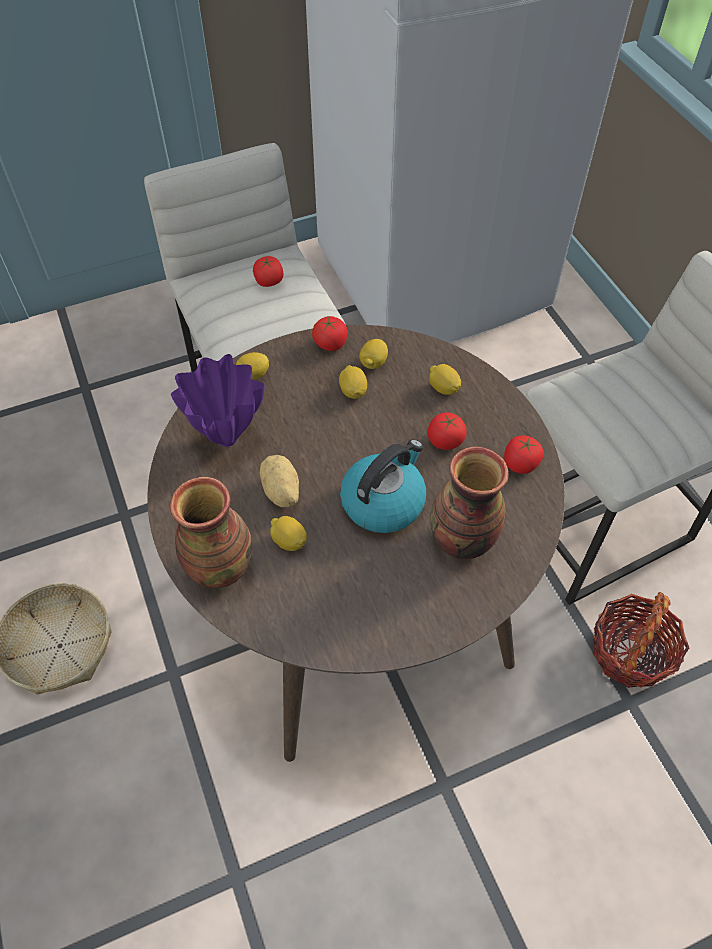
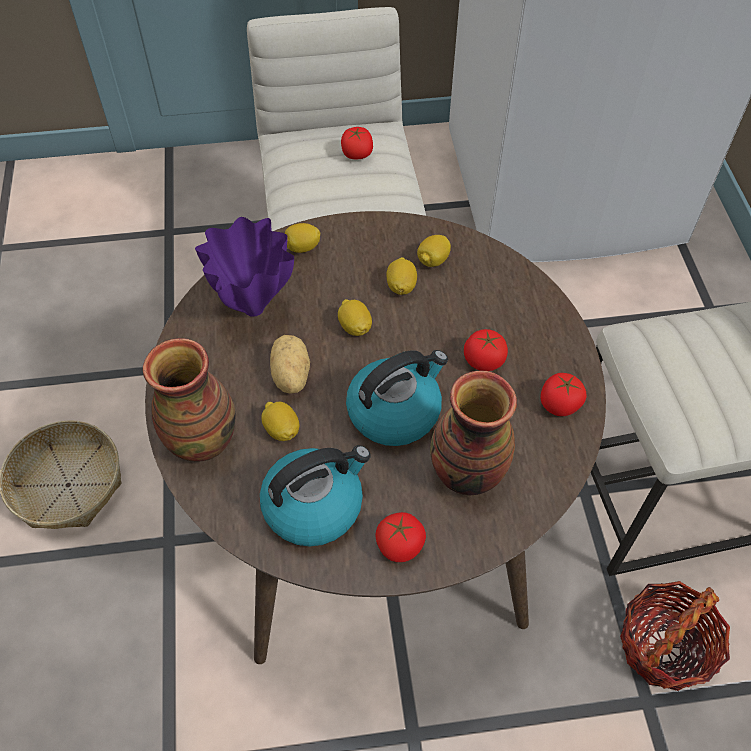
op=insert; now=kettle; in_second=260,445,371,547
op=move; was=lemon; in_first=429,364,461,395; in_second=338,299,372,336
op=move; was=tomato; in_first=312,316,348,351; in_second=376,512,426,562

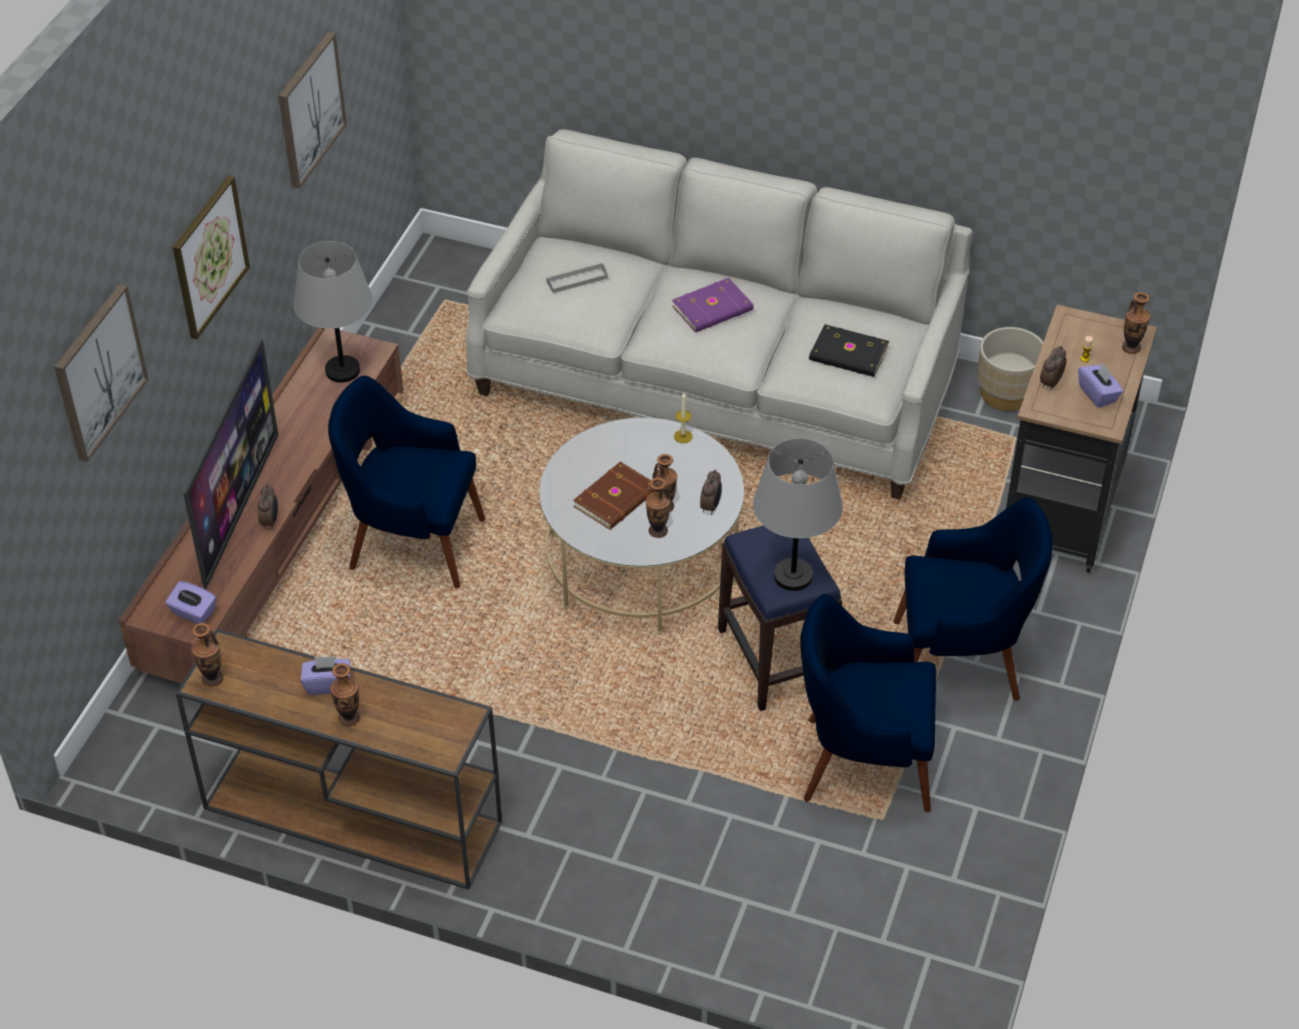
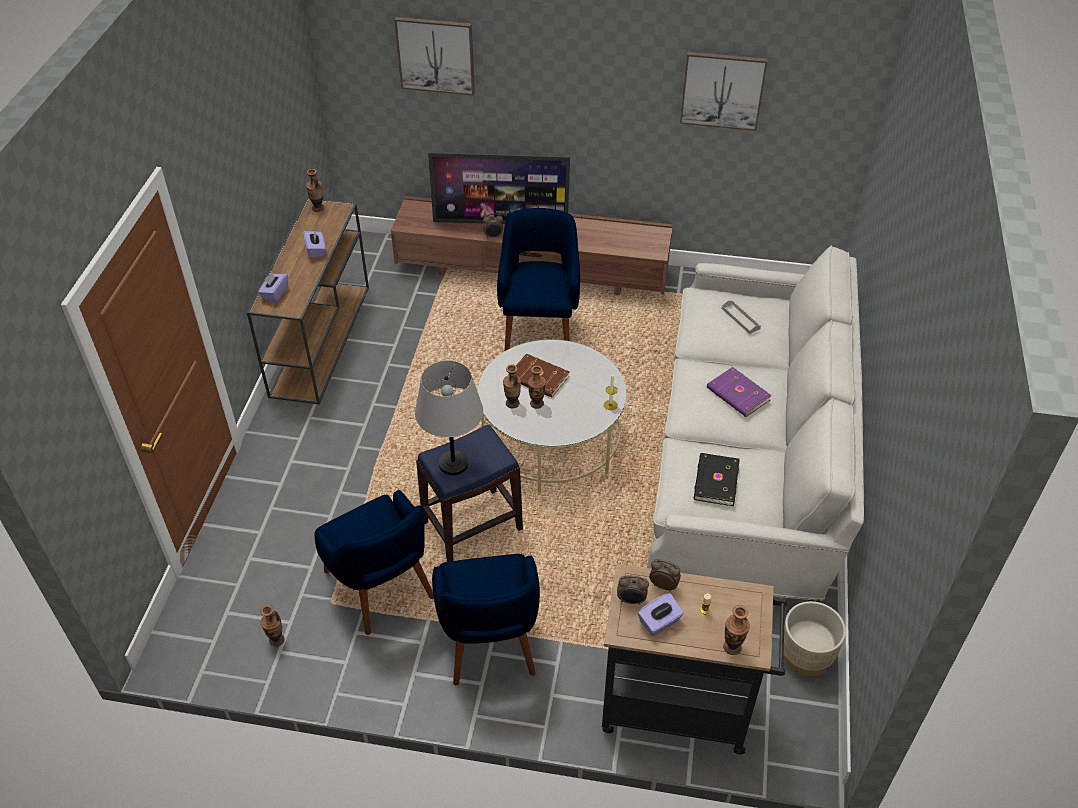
op=move; was=purple tissue box; in_first=165,581,216,624; in_second=258,271,288,303
op=move; was=vase; in_first=330,663,360,727; in_second=261,605,285,647
op=rotate; was=blue armchair; in_first=800,594,936,812; in_second=315,490,434,635; clockwise=150
op=move; was=alarm clock; in_first=700,469,722,515; in_second=617,575,649,605
op=delete; was=picture; in_first=173,175,250,339
op=delete; was=grey table lamp; in_first=294,241,373,383

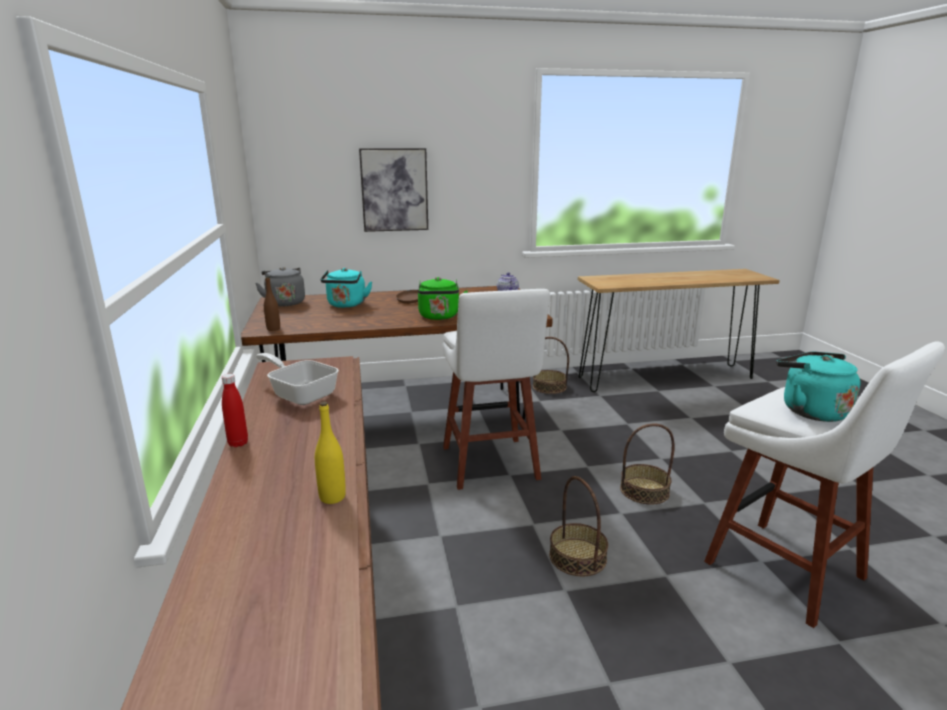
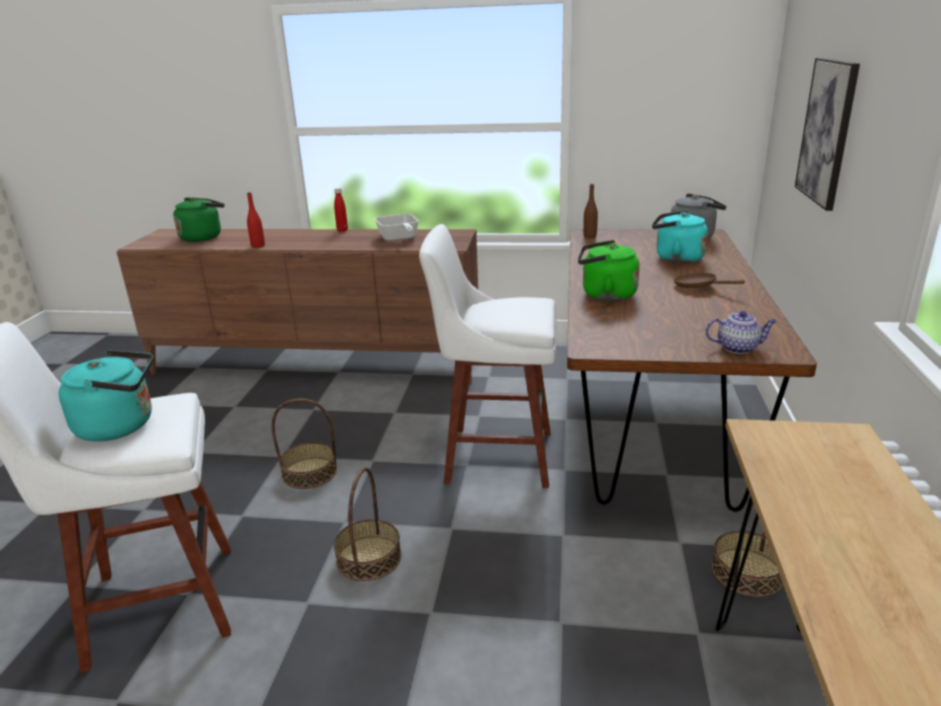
op=insert; now=green kettle; in_second=173,197,224,242
op=recolor; was=yellow bottle; now=red bottle; in_first=315,402,346,504; in_second=247,192,265,248
op=rotate; was=frying pan; in_first=256,353,339,405; in_second=375,214,419,241; clockwise=105

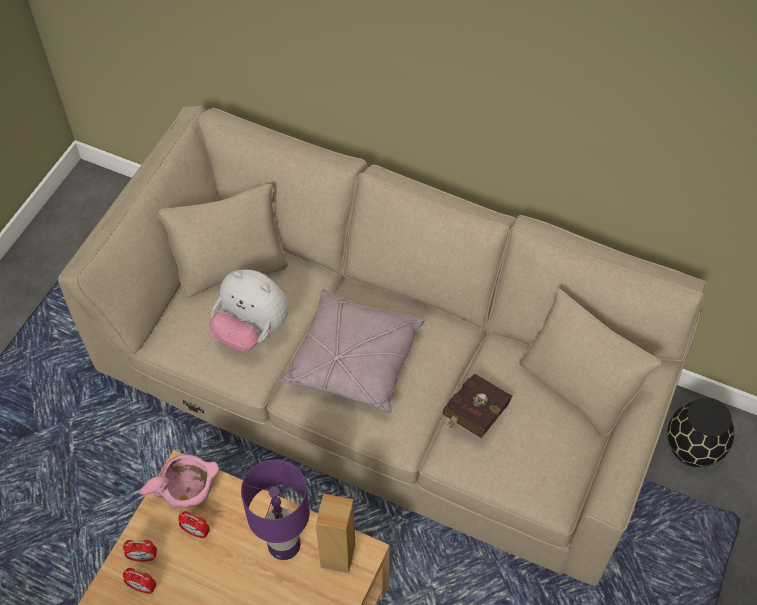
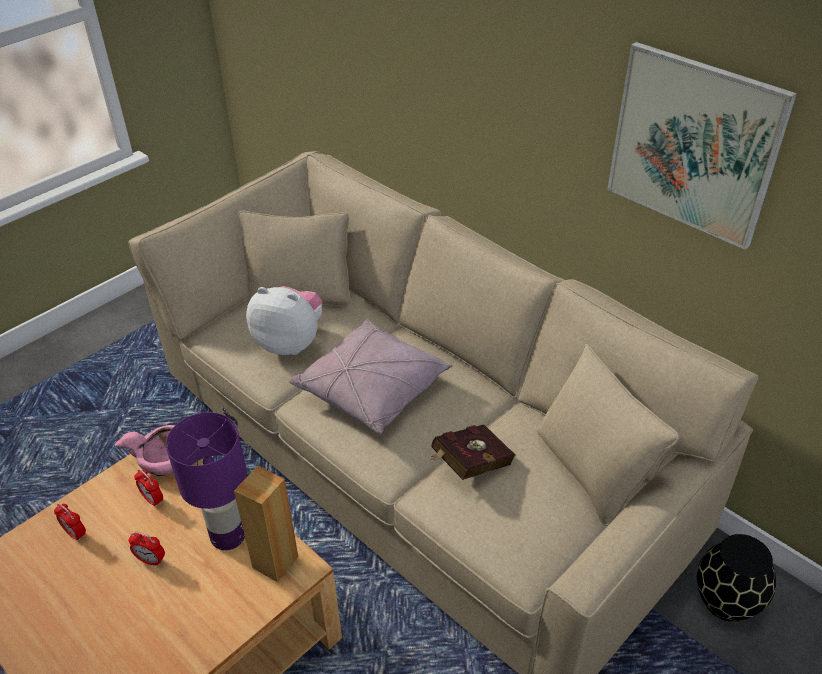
op=move; was=alarm clock; in_first=123,540,157,562; in_second=129,532,165,566
op=rotate; was=plush toy; in_first=209,270,289,352; in_second=246,286,322,355; clockwise=150
op=insert; now=picture; in_second=607,42,797,250

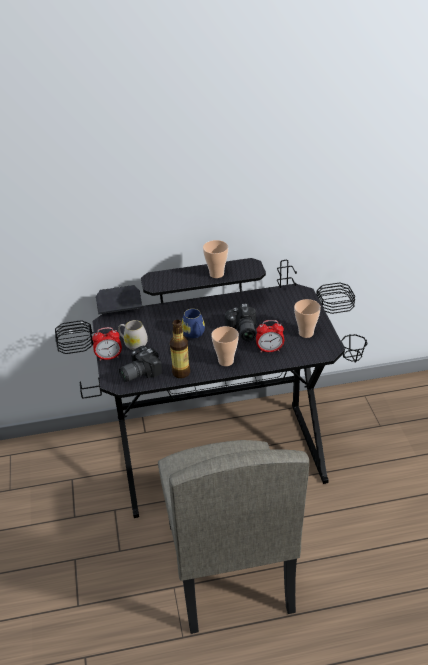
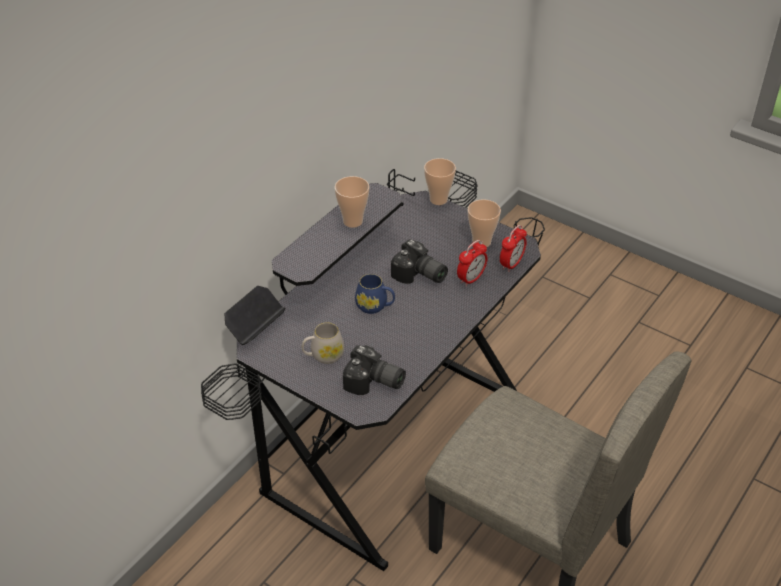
op=rotate; was=photo camera; in_first=119,345,163,382; in_second=343,345,406,395; clockwise=-75
op=move; was=cup; in_first=211,326,239,366; in_second=424,158,456,205
op=move; was=alarm clock; in_first=92,327,122,361; in_second=500,225,527,272
op=delete; was=bottle; in_first=170,320,190,378

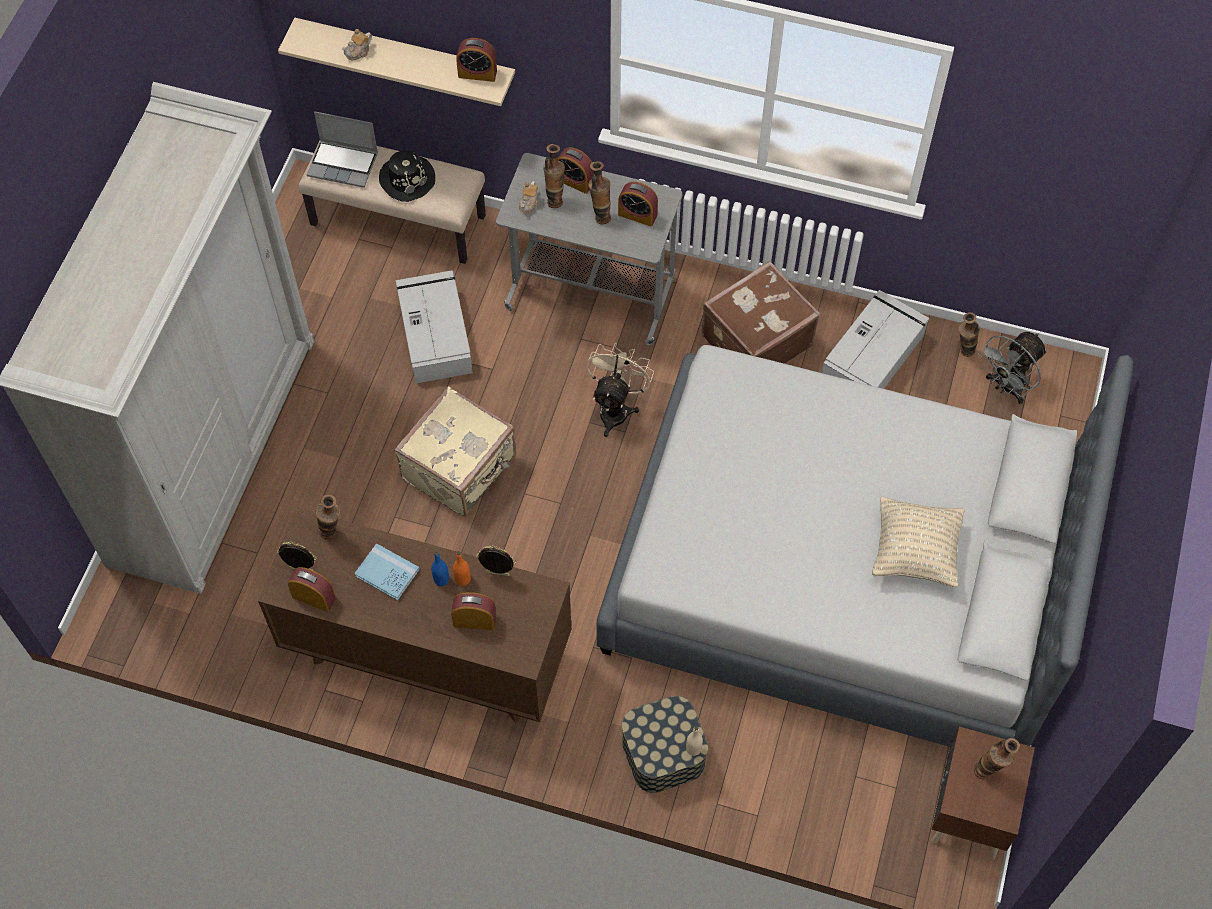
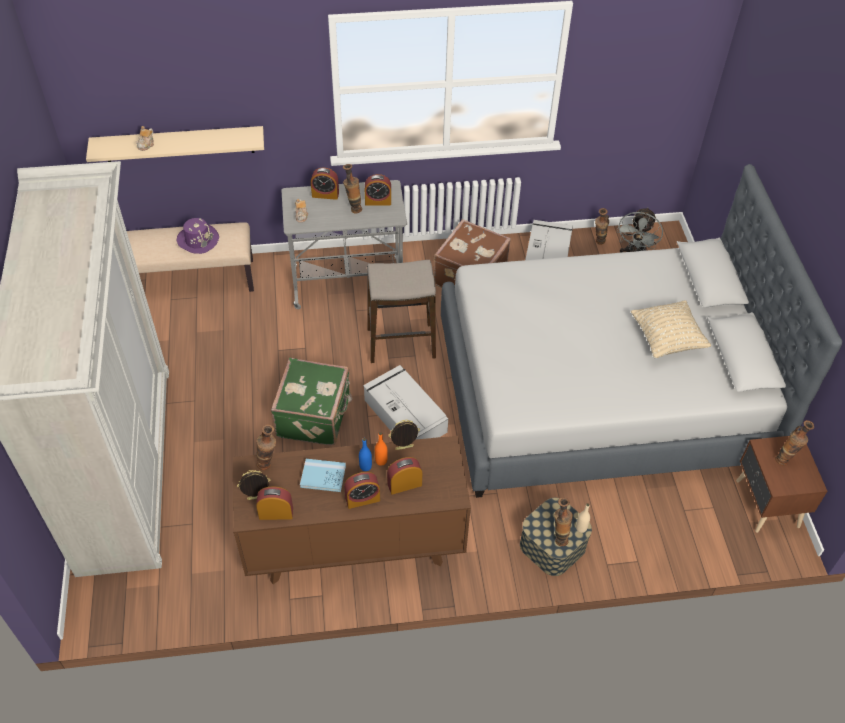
op=recolor; was=black hat; now=purple hat; in_first=379,150,435,202; in_second=177,218,219,254
op=recolor; was=beige suitcase; now=green suitcase; in_first=394,386,516,517; in_second=271,358,353,446
op=move; was=alarm clock; in_first=456,38,497,82; in_second=344,472,380,509
op=move; was=grey storage box; in_first=396,270,473,383; in_second=363,365,448,440
op=replace; was=beige fan; now=stool; in_first=586,343,654,437; in_second=367,260,436,363
op=move; was=vase; in_first=543,144,565,208; in_second=554,498,573,546
op=delete; was=laptop; in_first=306,111,378,188

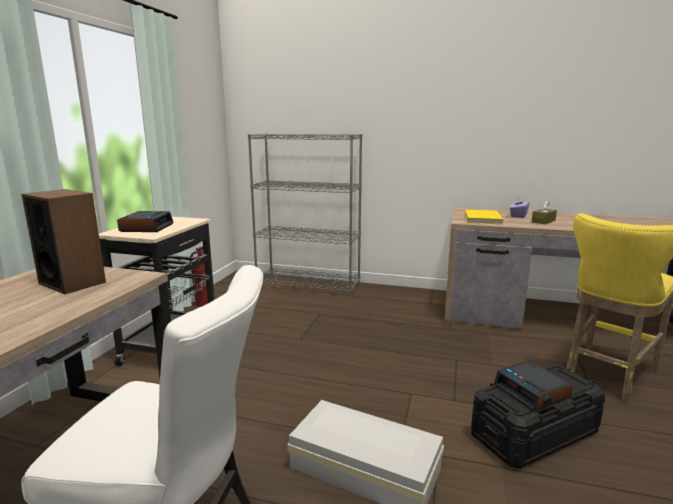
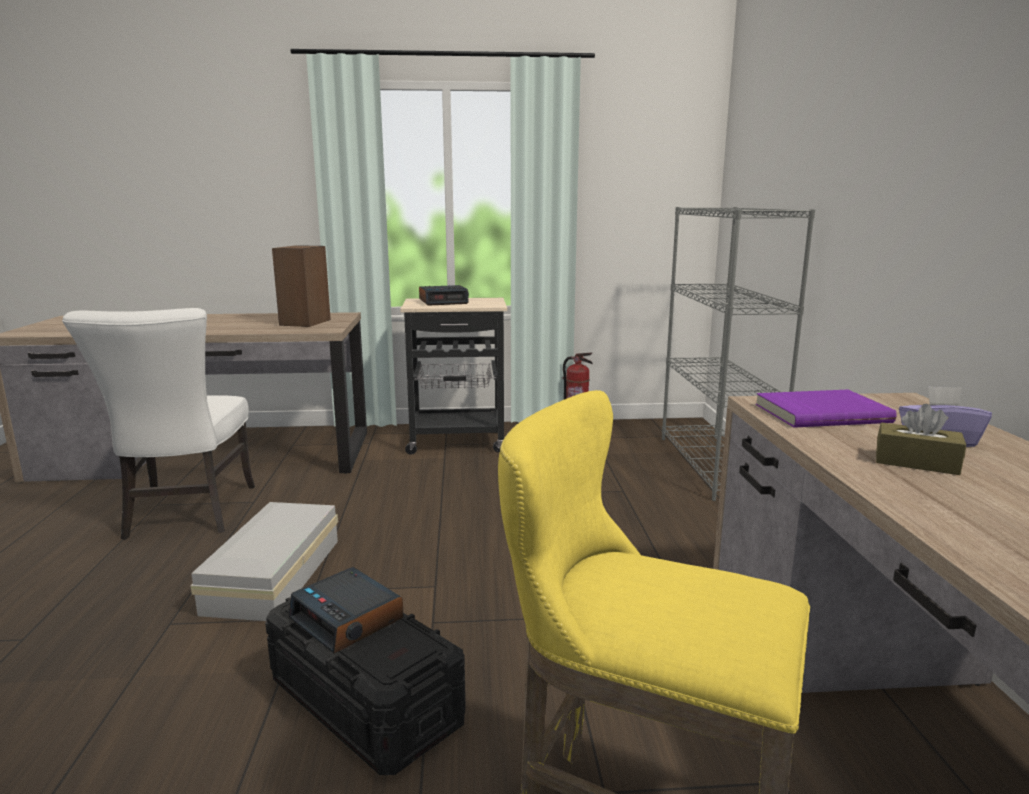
op=rotate; was=alarm clock; in_first=494,361,573,412; in_second=288,567,404,654; clockwise=-90
op=recolor; was=yellow book; now=purple book; in_first=465,210,504,224; in_second=756,390,897,428

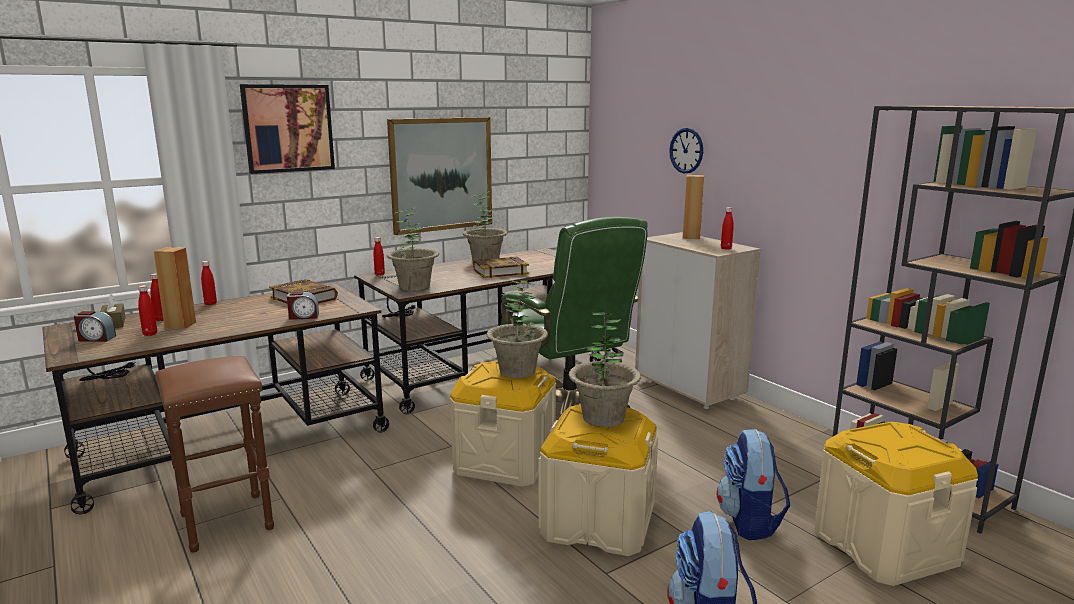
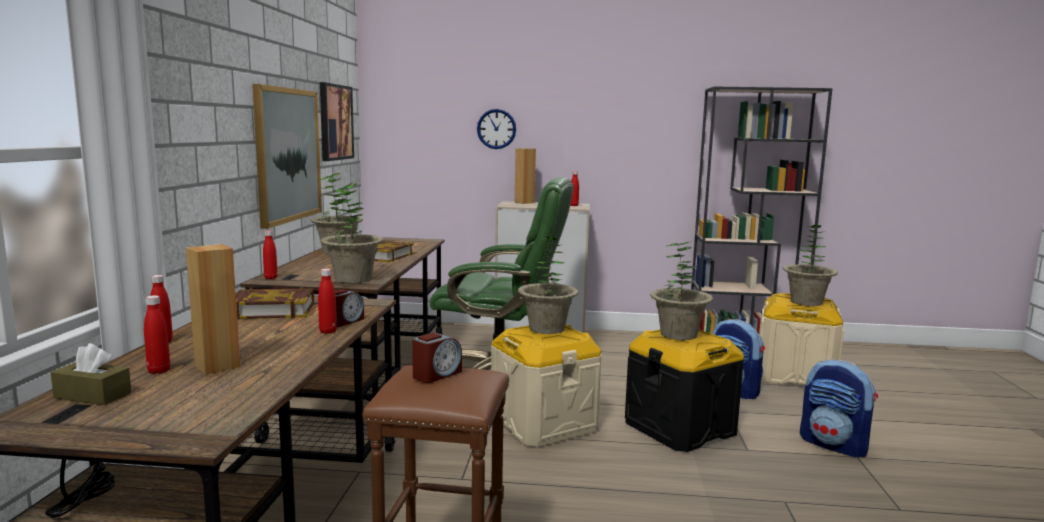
op=move; was=red bottle; in_first=138,285,157,336; in_second=318,269,337,334
op=move; was=picture; in_first=240,84,335,174; in_second=320,82,354,161
op=move; was=alarm clock; in_first=74,311,116,342; in_second=412,333,462,383
op=recolor; was=beige storage box; now=black storage box; in_first=538,404,658,556; in_second=625,329,744,452
op=insert; now=potted plant; in_second=783,225,838,306

